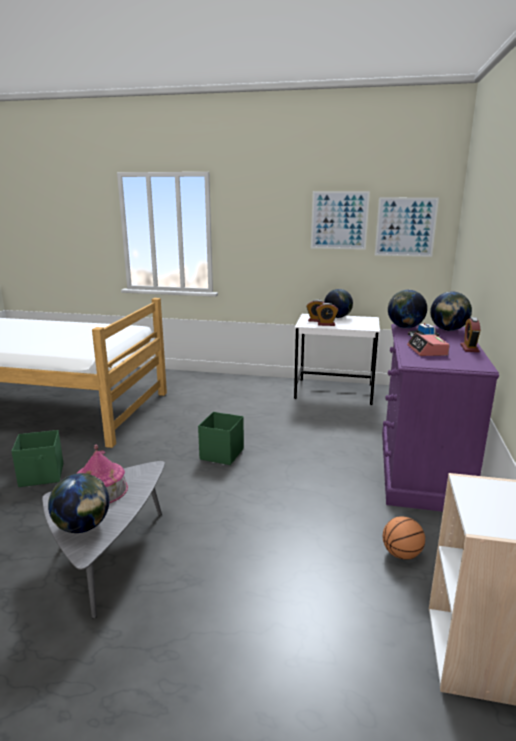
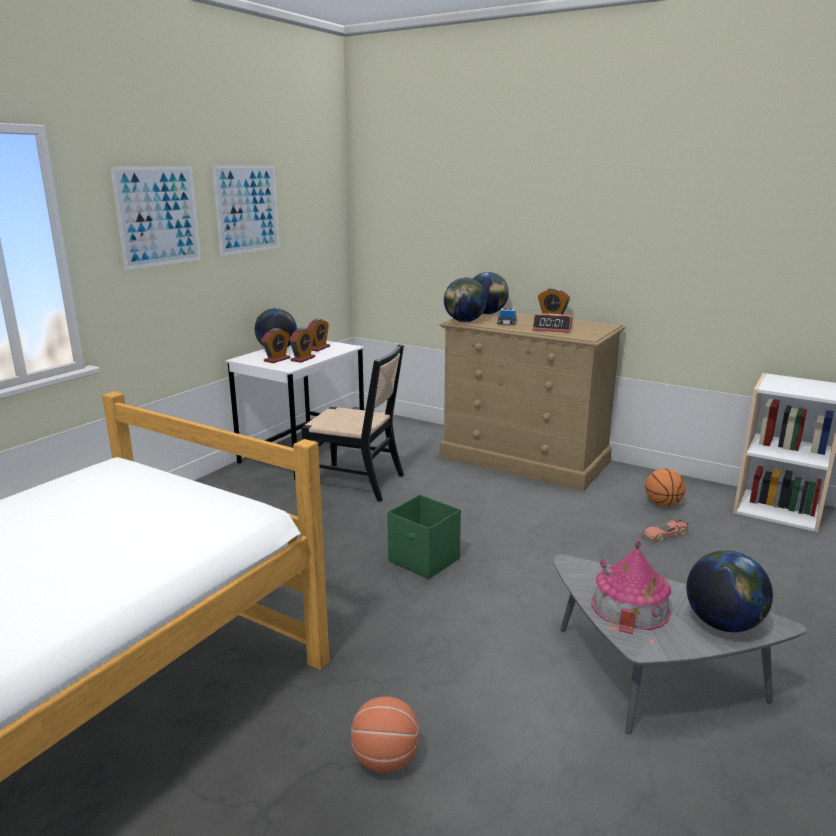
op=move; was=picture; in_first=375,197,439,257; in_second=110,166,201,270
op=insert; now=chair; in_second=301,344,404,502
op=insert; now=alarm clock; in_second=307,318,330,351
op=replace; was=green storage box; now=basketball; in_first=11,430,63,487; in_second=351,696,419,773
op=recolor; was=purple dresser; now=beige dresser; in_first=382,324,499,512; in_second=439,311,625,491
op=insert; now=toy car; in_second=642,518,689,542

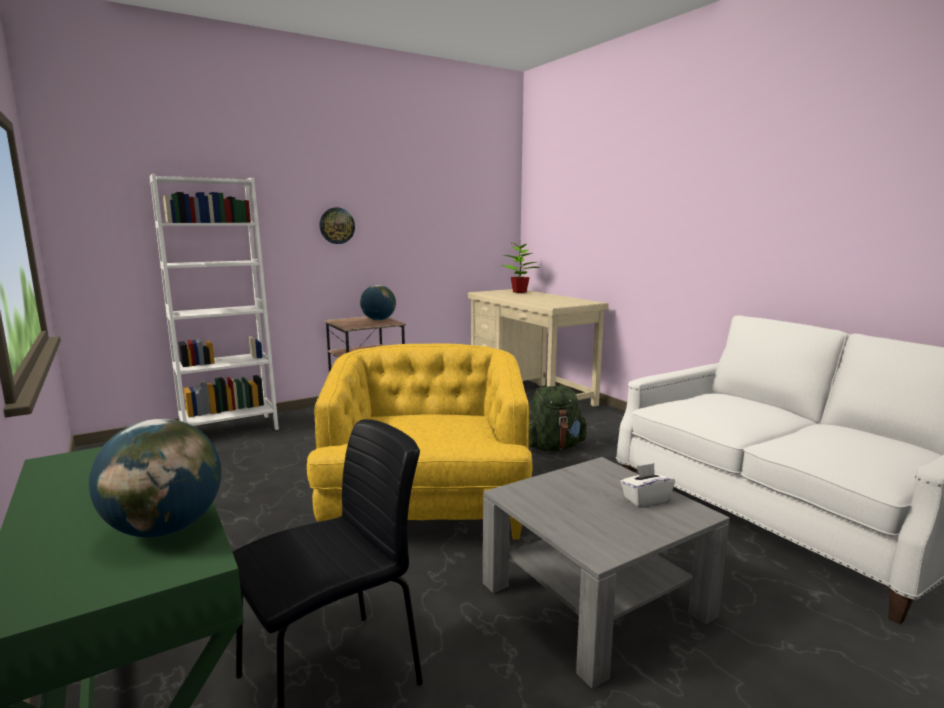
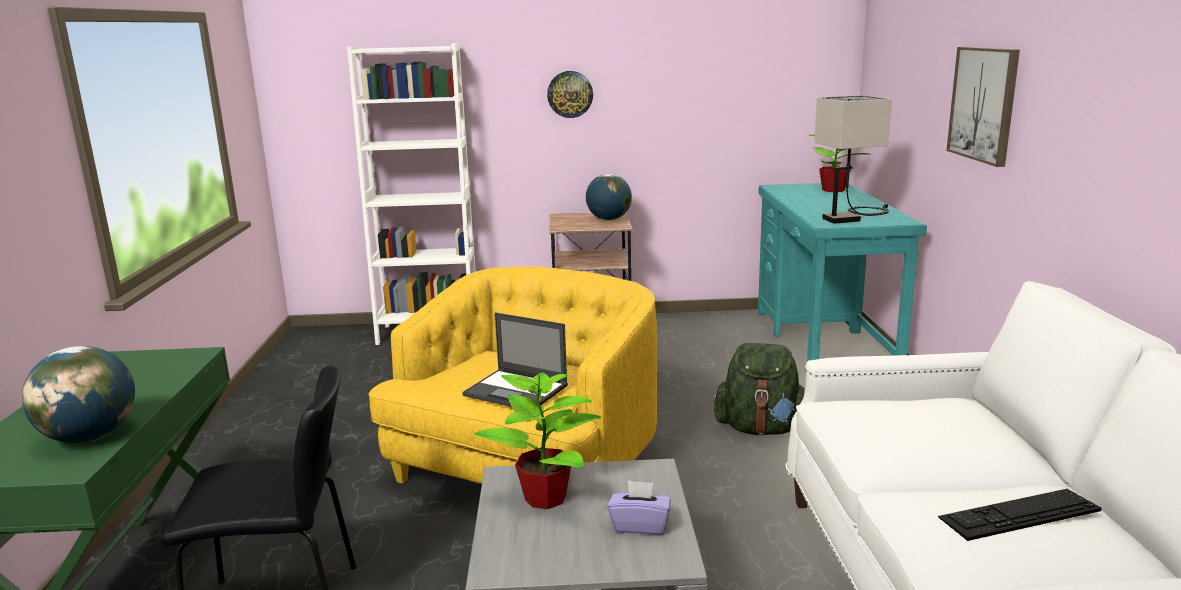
op=insert; now=laptop; in_second=462,313,568,407
op=insert; now=potted plant; in_second=474,363,601,509
op=recolor; was=white tissue box; now=purple tissue box; in_first=620,463,675,507; in_second=608,480,671,535
op=recolor; was=beige desk; now=turquoise desk; in_first=468,289,609,407; in_second=758,183,927,361
op=insert; now=table lamp; in_second=814,95,892,224
op=insert; now=keyboard; in_second=938,489,1102,541
op=insert; now=picture; in_second=946,47,1020,167

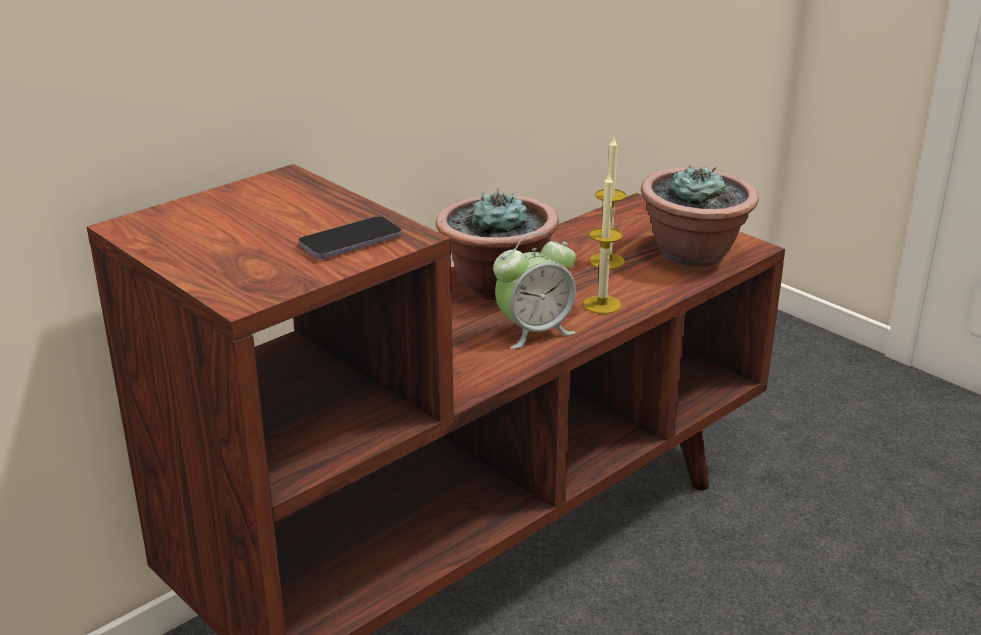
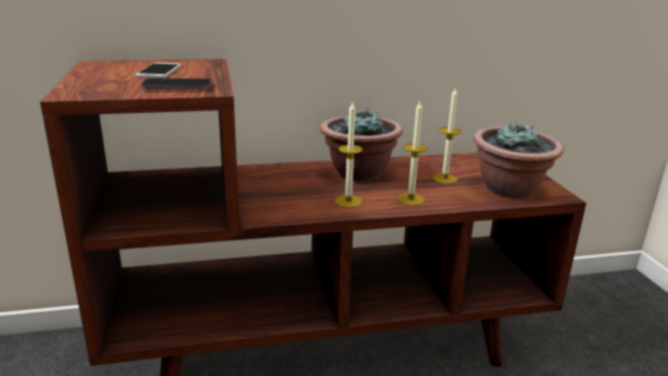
op=insert; now=phone; in_second=135,62,181,78
op=replace; was=alarm clock; now=candle; in_first=493,232,576,349; in_second=335,101,363,208

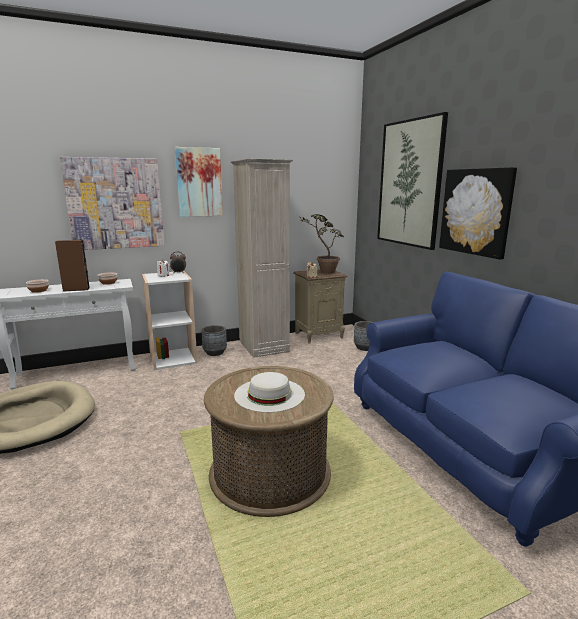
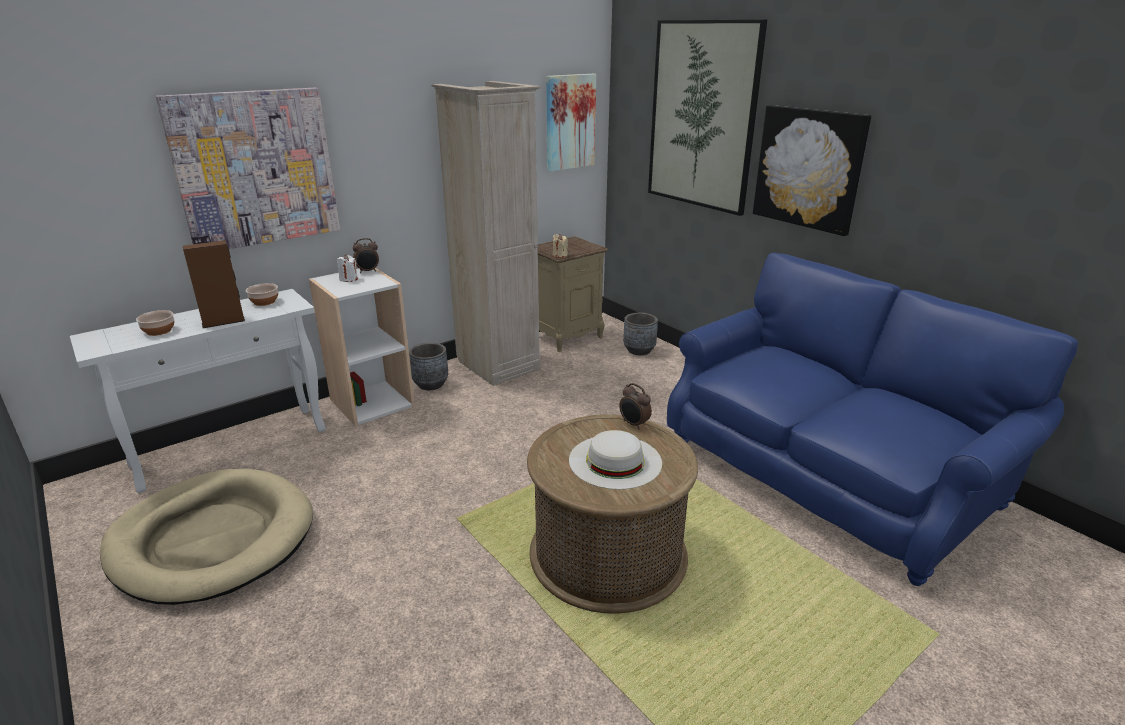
op=move; was=picture; in_first=175,147,223,217; in_second=546,74,596,172
op=insert; now=alarm clock; in_second=619,383,652,430
op=delete; was=potted plant; in_first=298,214,344,274

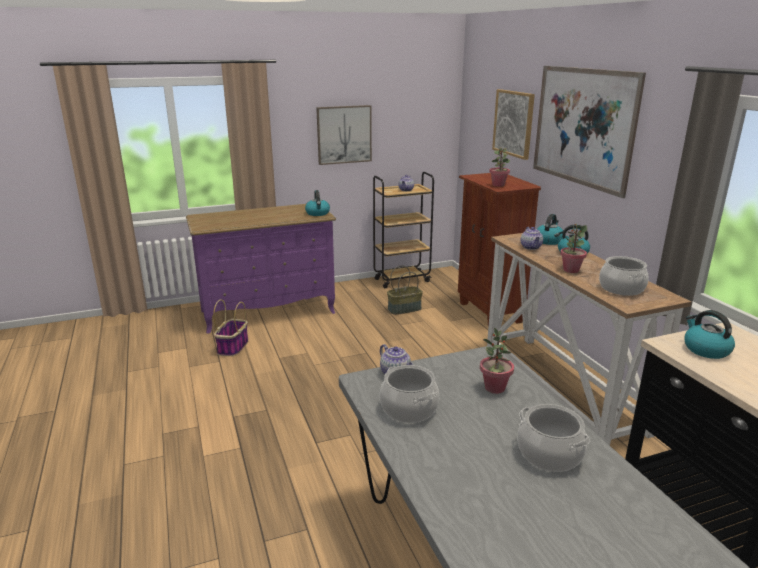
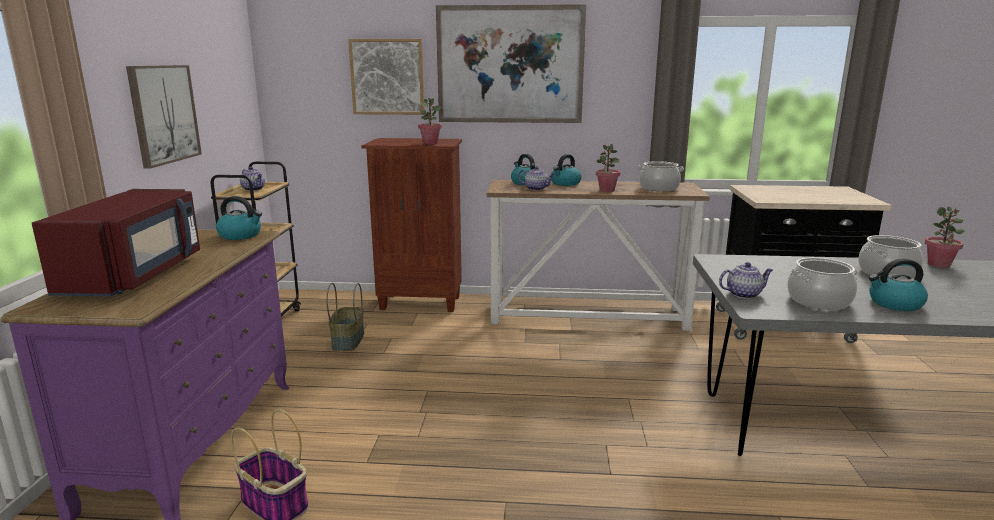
op=insert; now=red microwave; in_second=32,189,200,296
op=move; was=kettle; in_first=685,310,735,359; in_second=868,259,928,311
op=move; was=potted plant; in_first=480,327,514,394; in_second=925,206,965,268

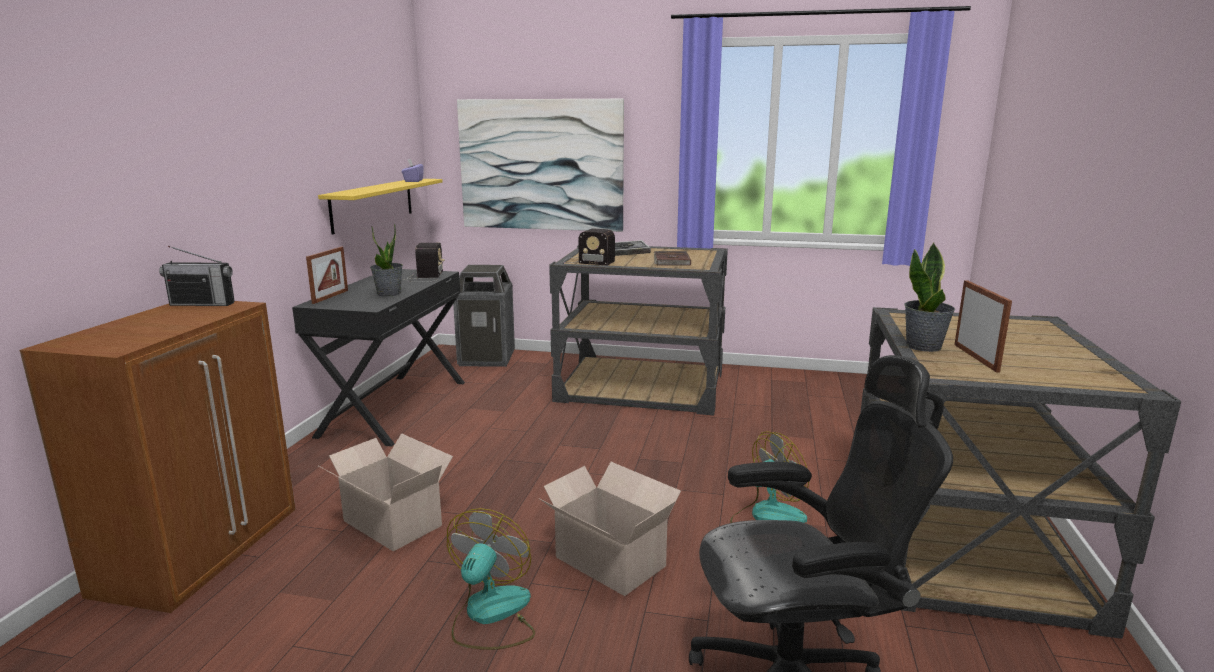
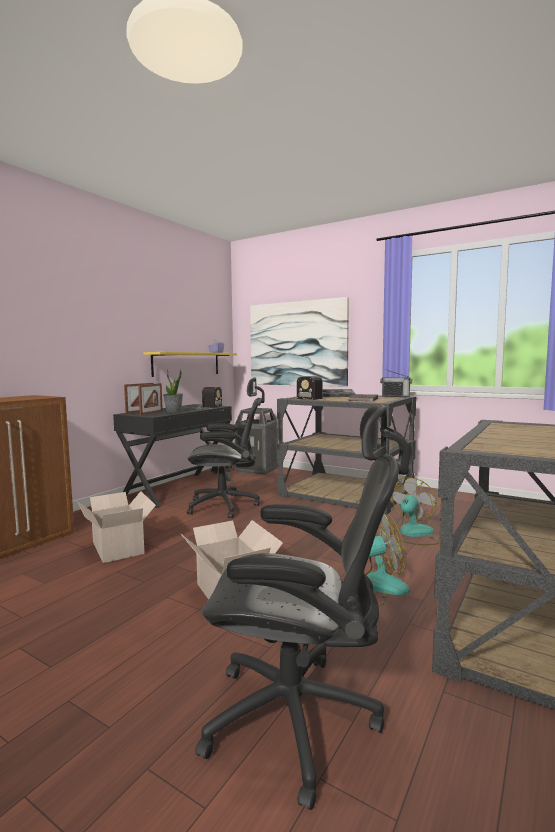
op=move; was=picture frame; in_first=954,280,1012,372; in_second=138,383,163,415
op=insert; now=office chair; in_second=187,378,265,518
op=move; was=radio; in_first=159,246,235,306; in_second=380,370,412,397
op=move; was=fan; in_first=447,508,535,650; in_second=391,478,439,545
op=delete; was=potted plant; in_first=904,243,955,352

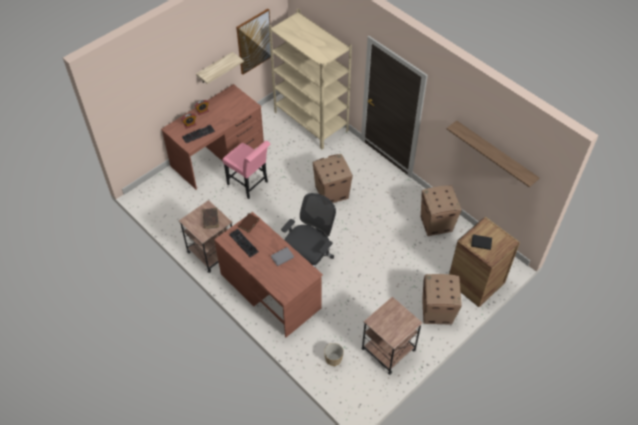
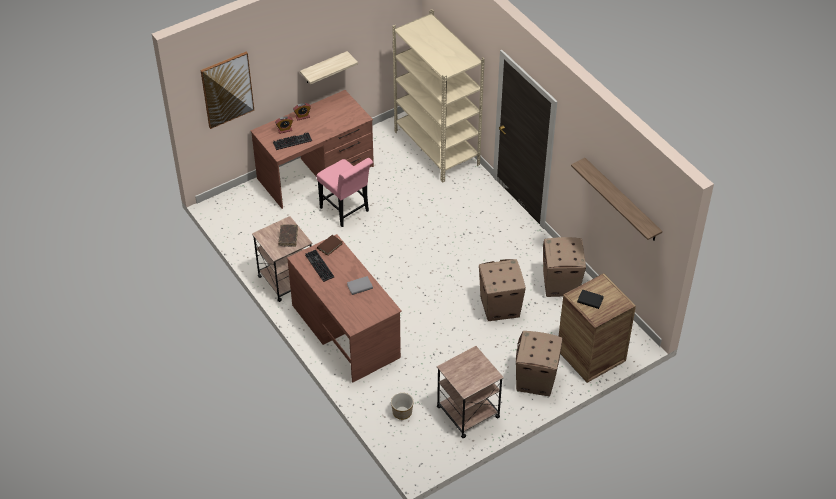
op=move; was=picture; in_first=236,9,271,75; in_second=201,52,254,129
op=move; was=cardboard box; in_first=312,154,353,203; in_second=479,259,526,321
op=delete; was=office chair; in_first=281,193,336,268

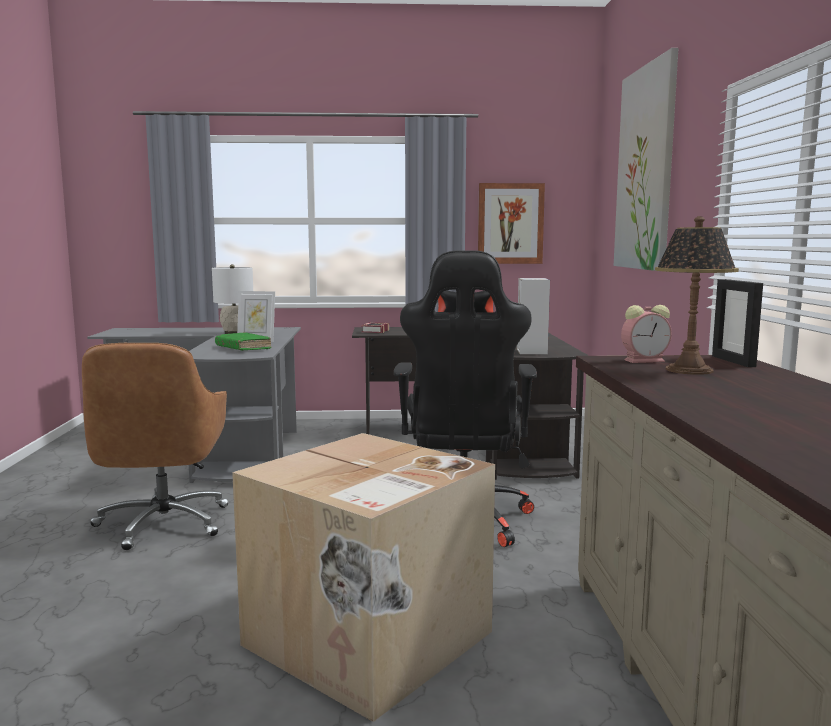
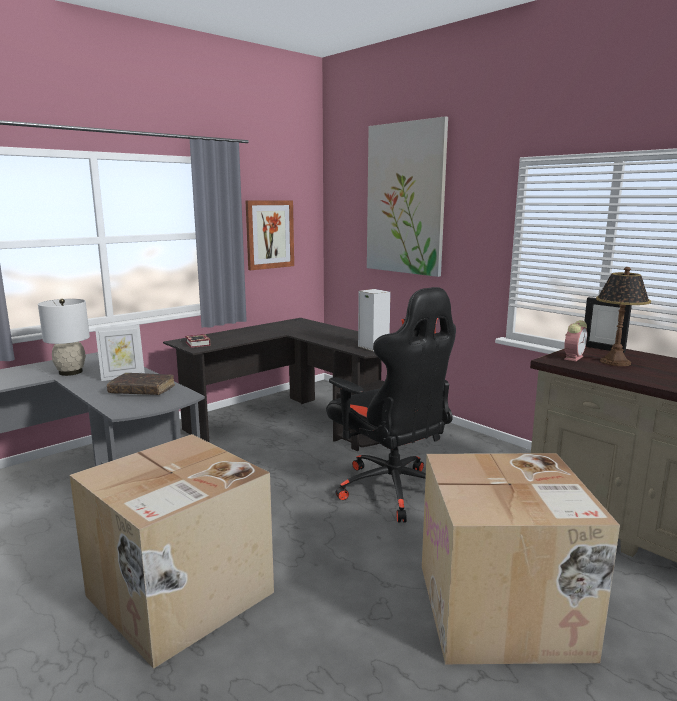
op=replace; was=brown office chair; now=cardboard box; in_first=82,343,228,550; in_second=69,434,274,669
op=recolor; was=green book; now=brown book; in_first=215,332,271,351; in_second=107,373,175,395

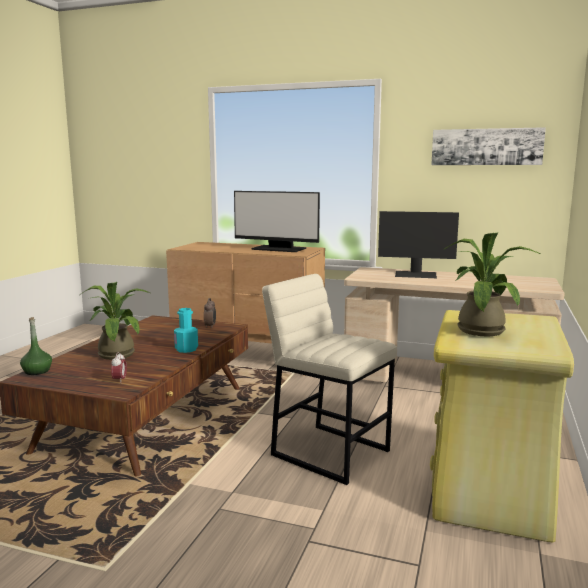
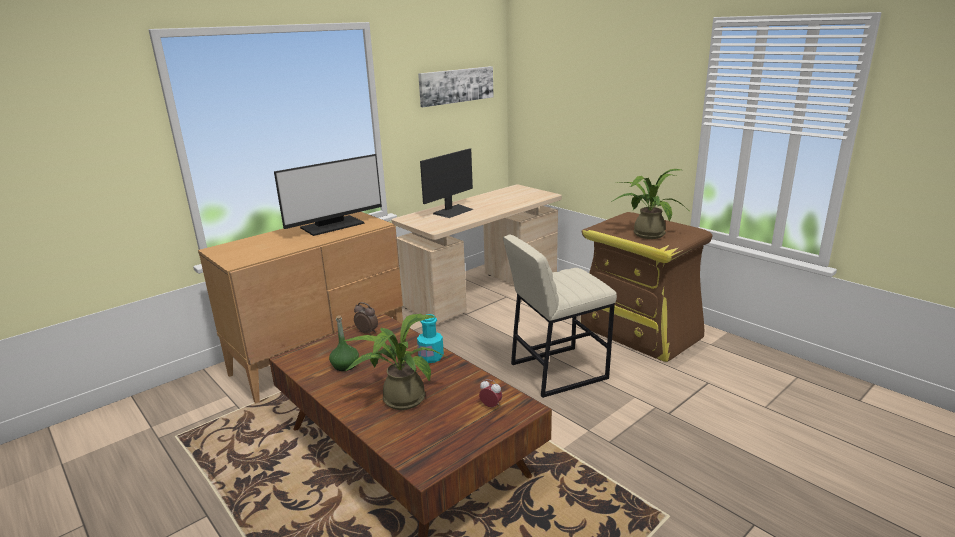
op=move; was=green bottle; in_first=20,317,52,375; in_second=329,315,359,371
op=recolor; was=yellow nightstand; now=brown nightstand; in_first=430,310,574,542; in_second=581,212,712,362

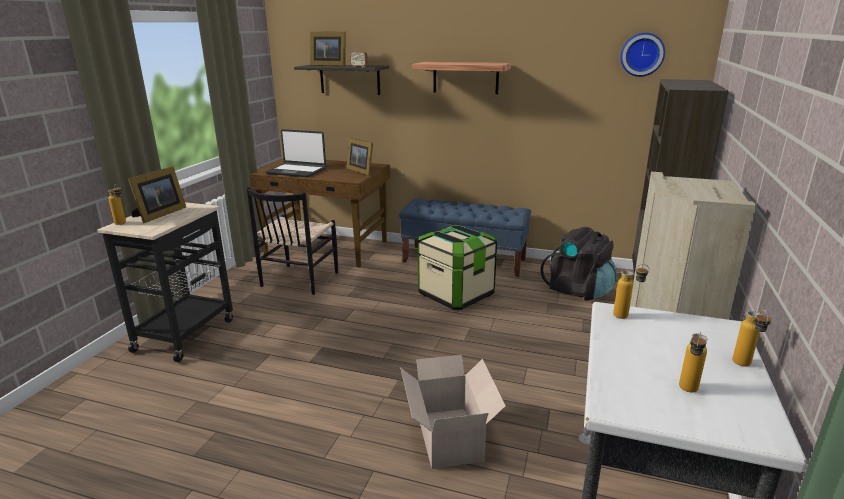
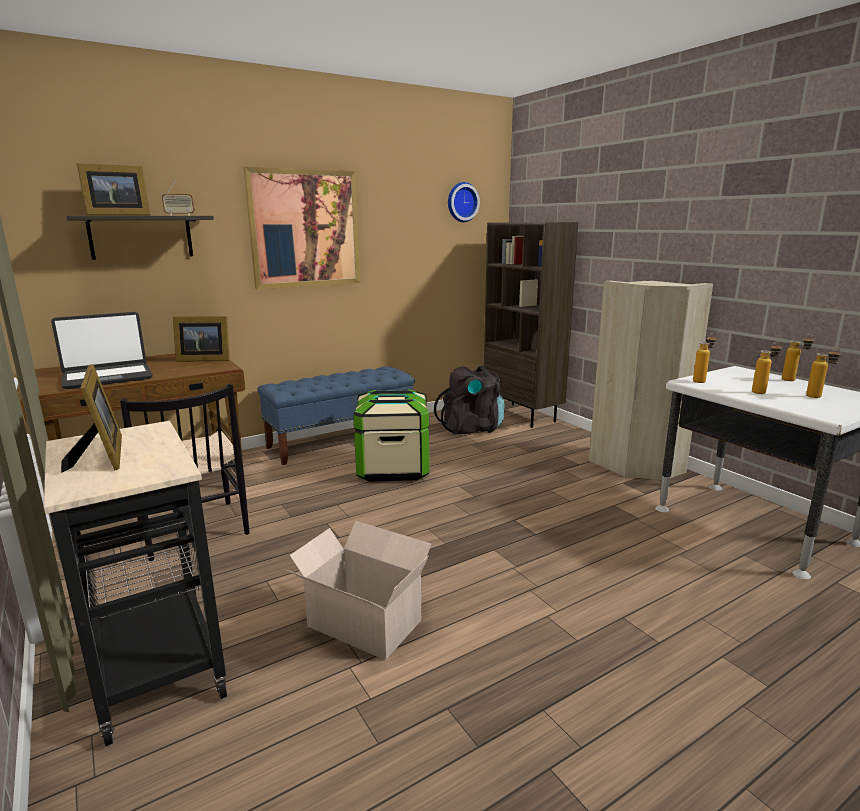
op=replace; was=shelf; now=picture; in_first=413,62,511,94; in_second=243,167,360,289
op=move; was=cardboard box; in_first=400,355,506,469; in_second=287,521,431,660
op=move; was=bottle; in_first=108,184,126,225; in_second=752,341,782,394

